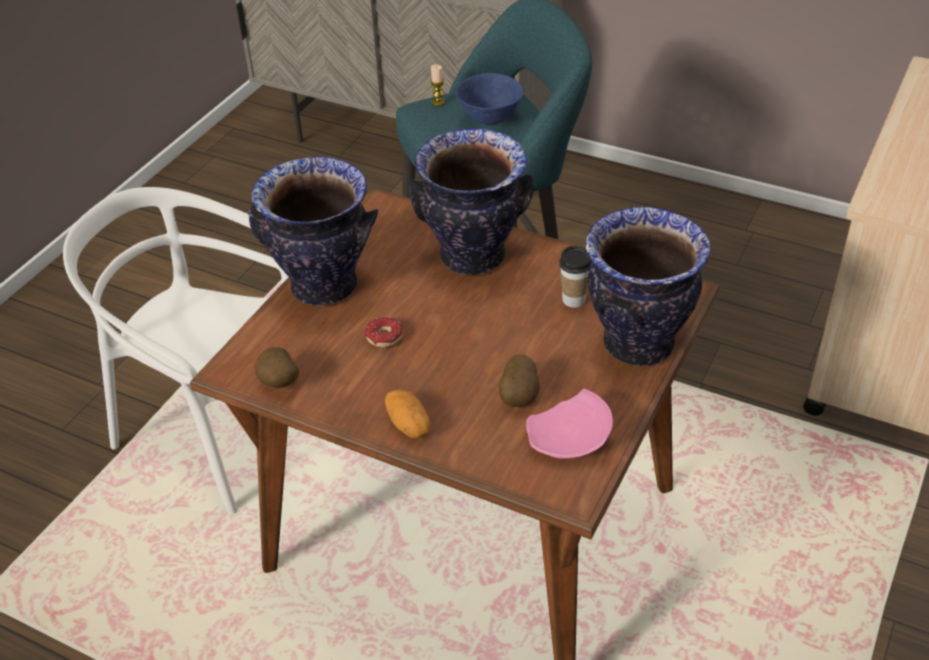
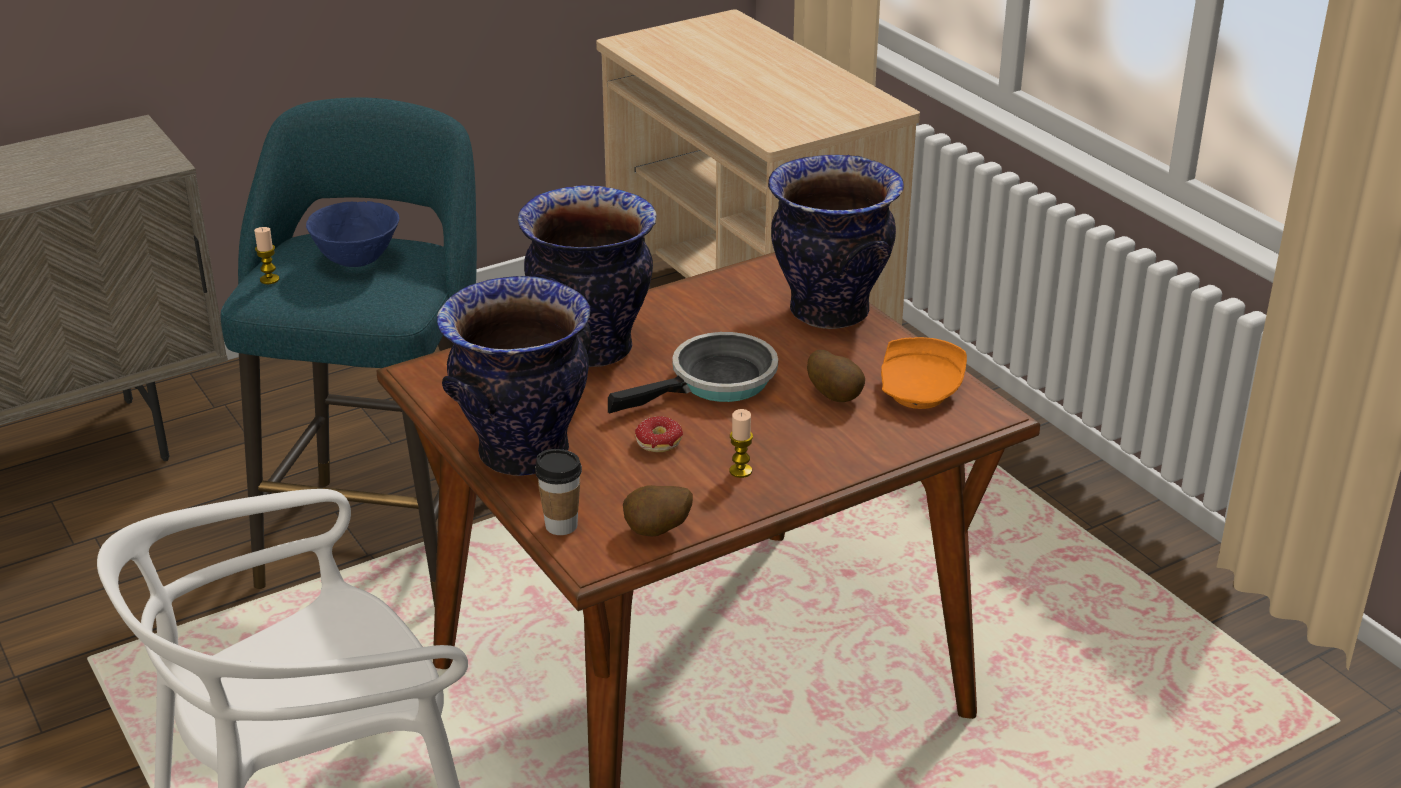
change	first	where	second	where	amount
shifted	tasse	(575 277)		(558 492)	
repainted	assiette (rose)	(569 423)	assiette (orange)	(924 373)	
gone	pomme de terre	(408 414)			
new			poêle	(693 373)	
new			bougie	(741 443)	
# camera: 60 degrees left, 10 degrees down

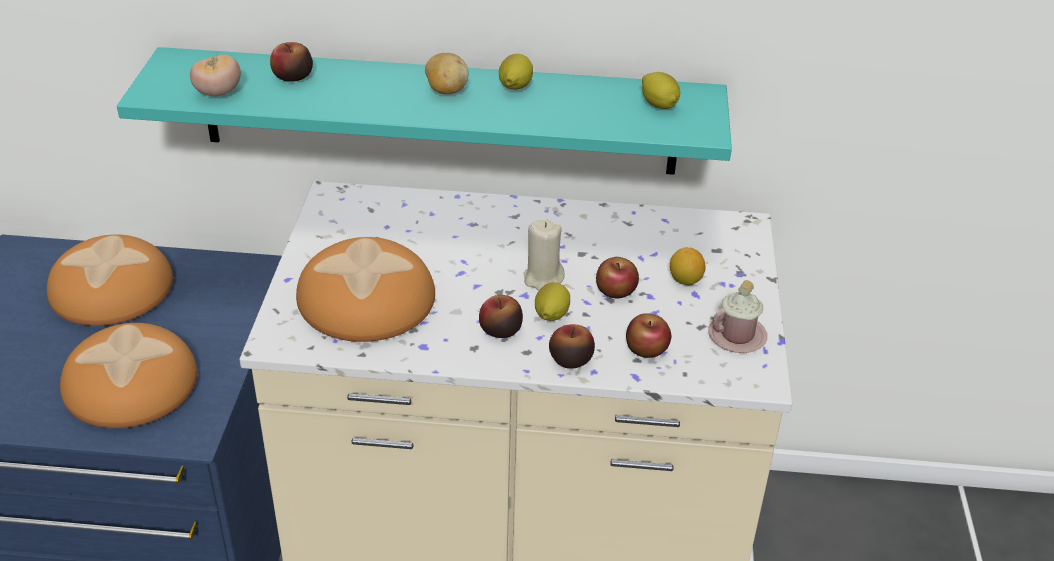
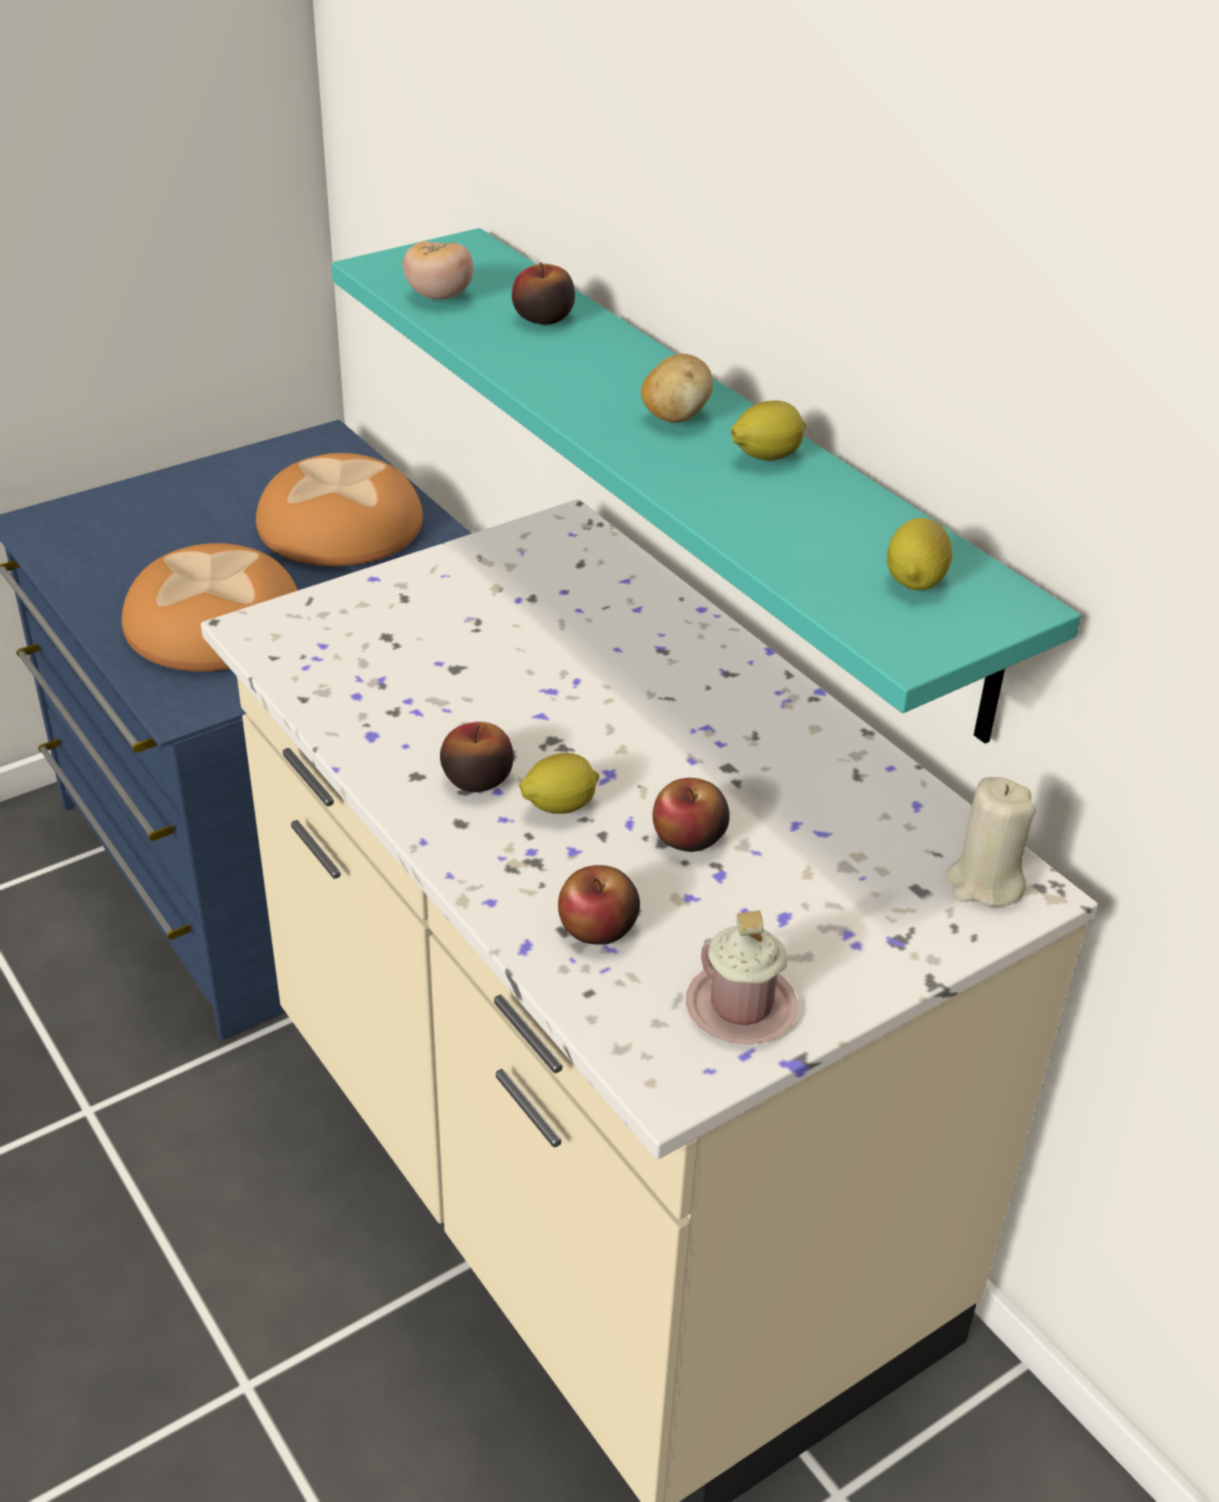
change	first	where	second	where	amount
shifted	bougie (beige)	(544 255)		(991 842)	
gone	pain	(365 289)			
gone	citron	(688 266)			
gone	pomme	(572 346)			
# camera: 50 degrees right, 0 degrees up

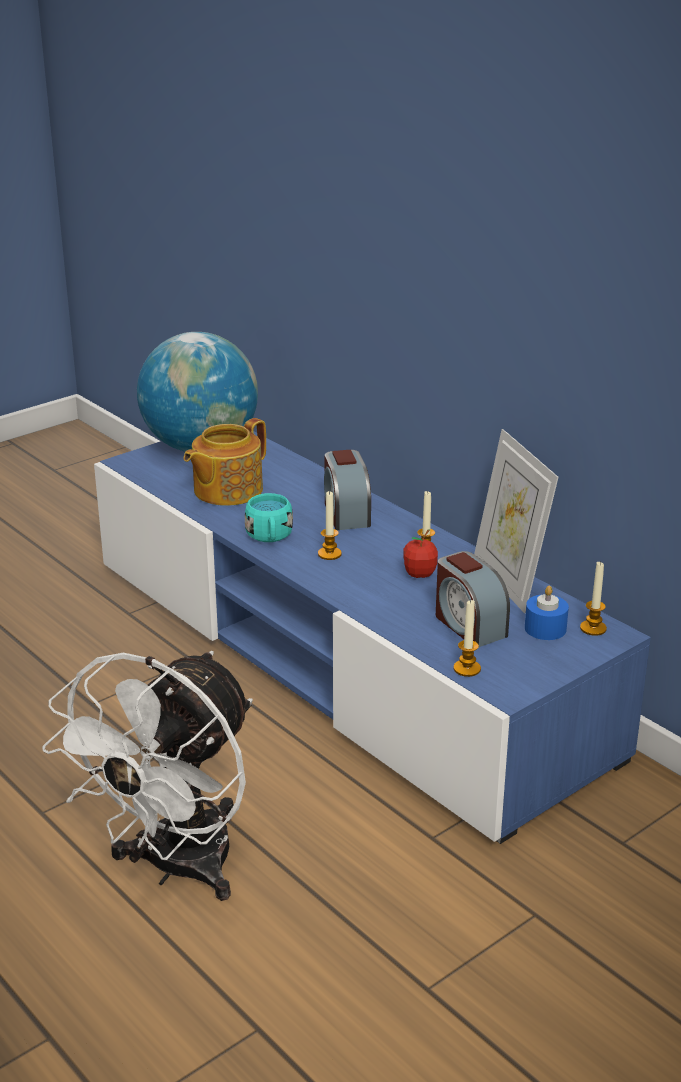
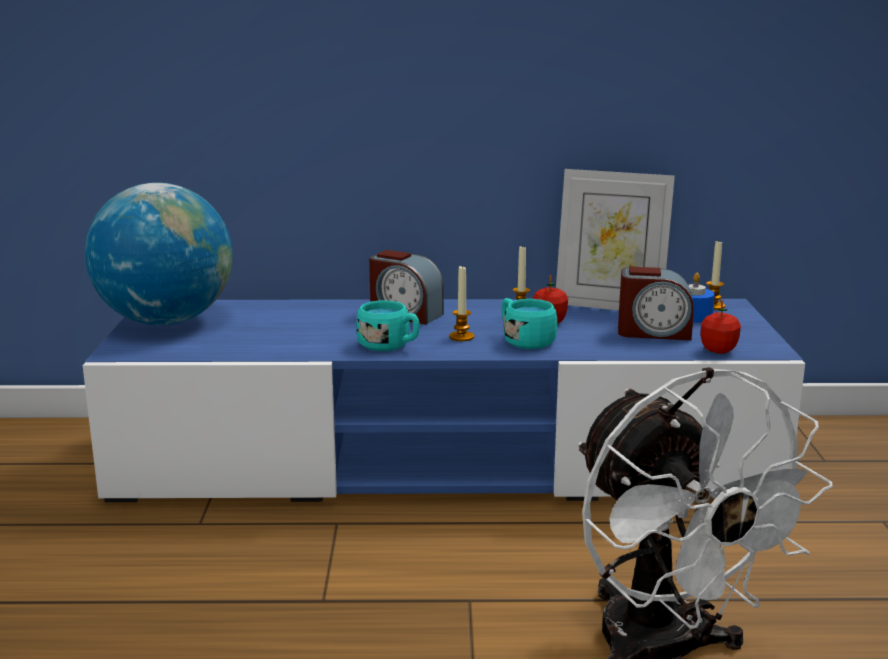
change	first	where	second	where	amount
gone	théière	(225 462)			
swapped	bougie	(467 638)	pomme	(721 327)	
new			mug (turquoise)	(529 323)	
# camera: 50 degrees left, 10 degrees down

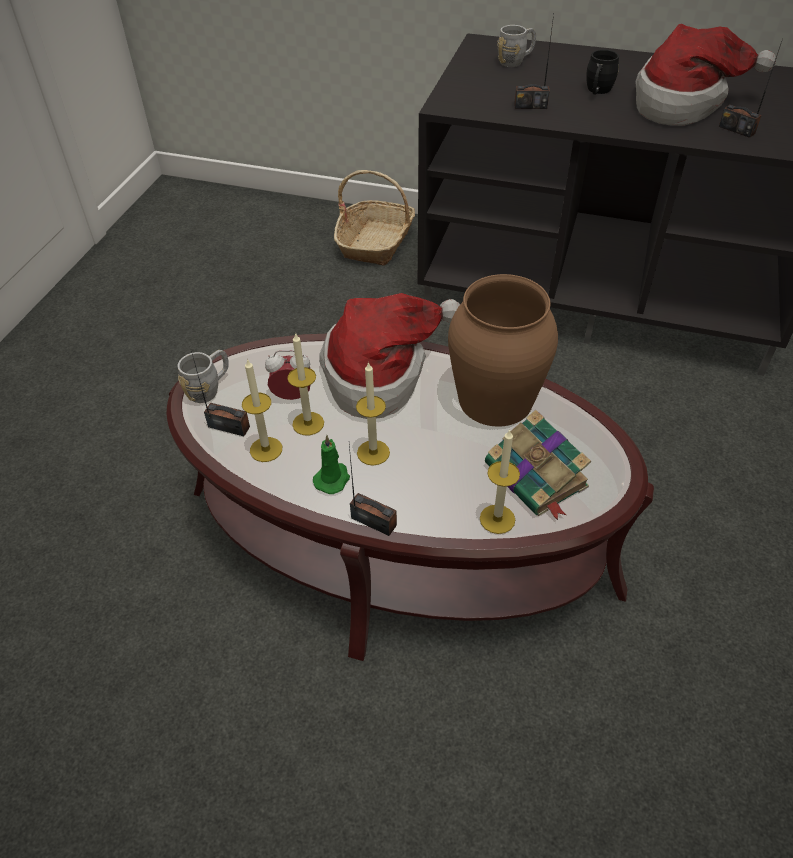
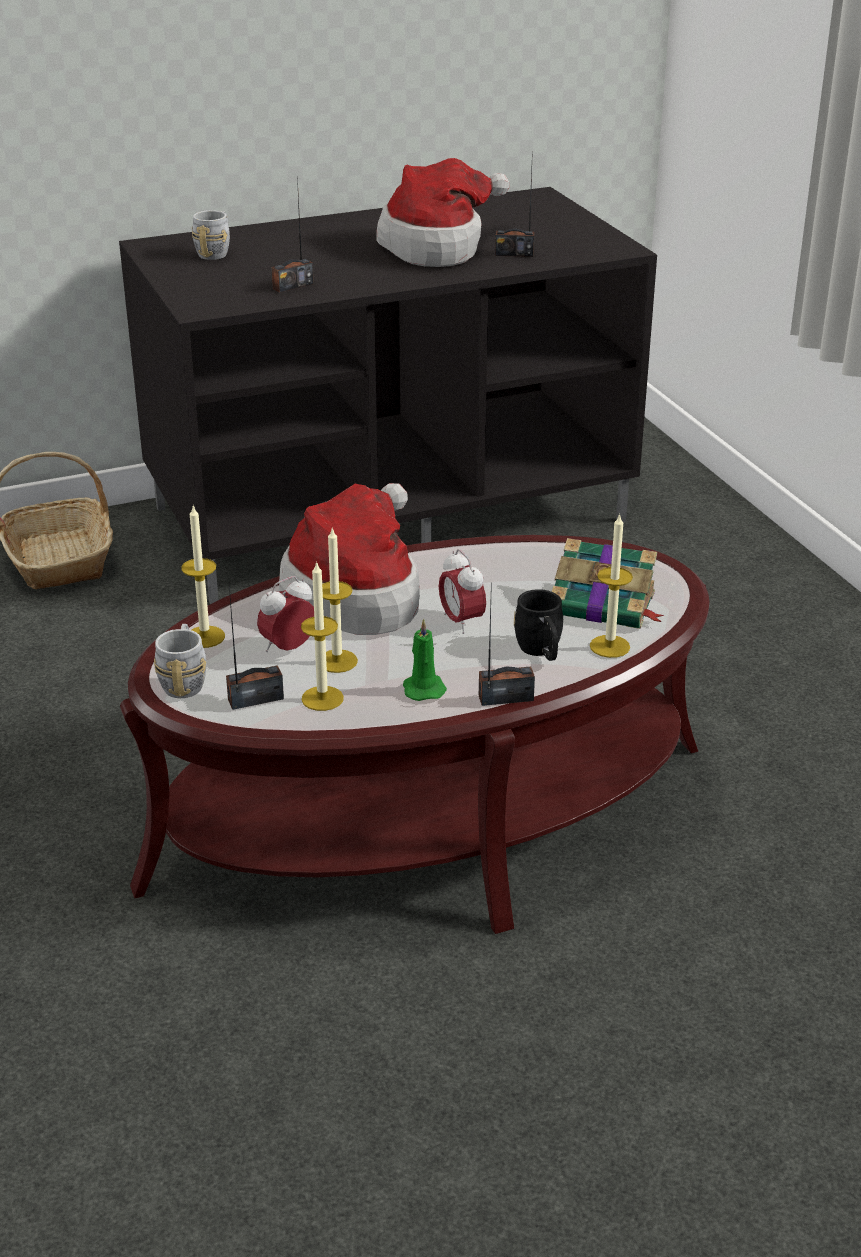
change	first	where	second	where	amount
shifted	mug (noir)	(602 72)		(538 625)	
gone	vase (marron)	(503 350)			
shifted	bougie	(373 413)		(203 576)	
new			réveil	(462 591)	
# camera: 40 degrees left, 15 degrees down

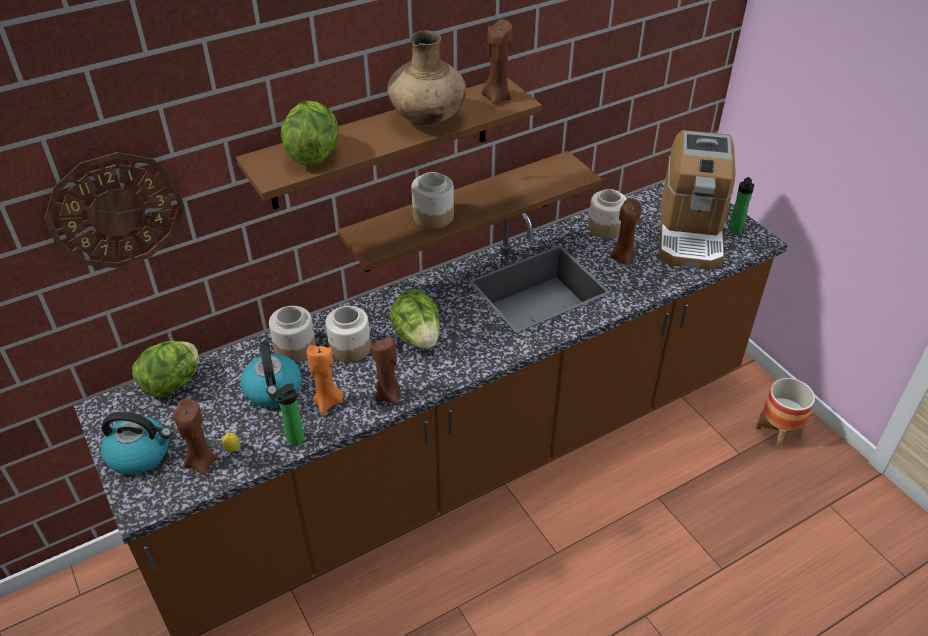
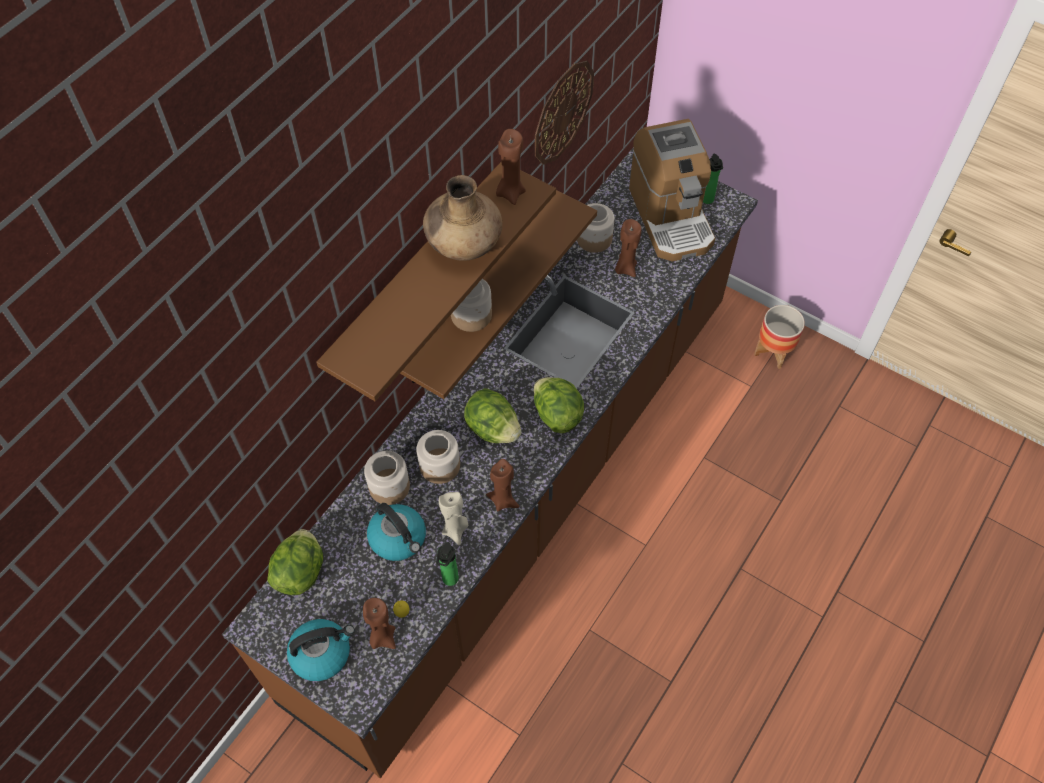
change	first	where	second	where	amount
shifted	laitue	(310 133)		(559 405)	
shifted	horloge murale	(115 210)		(564 113)	
repainted	bougie (orange)	(325 380)	bougie (beige)	(454 518)	
# camera: 25 degrees left, 15 degrees up

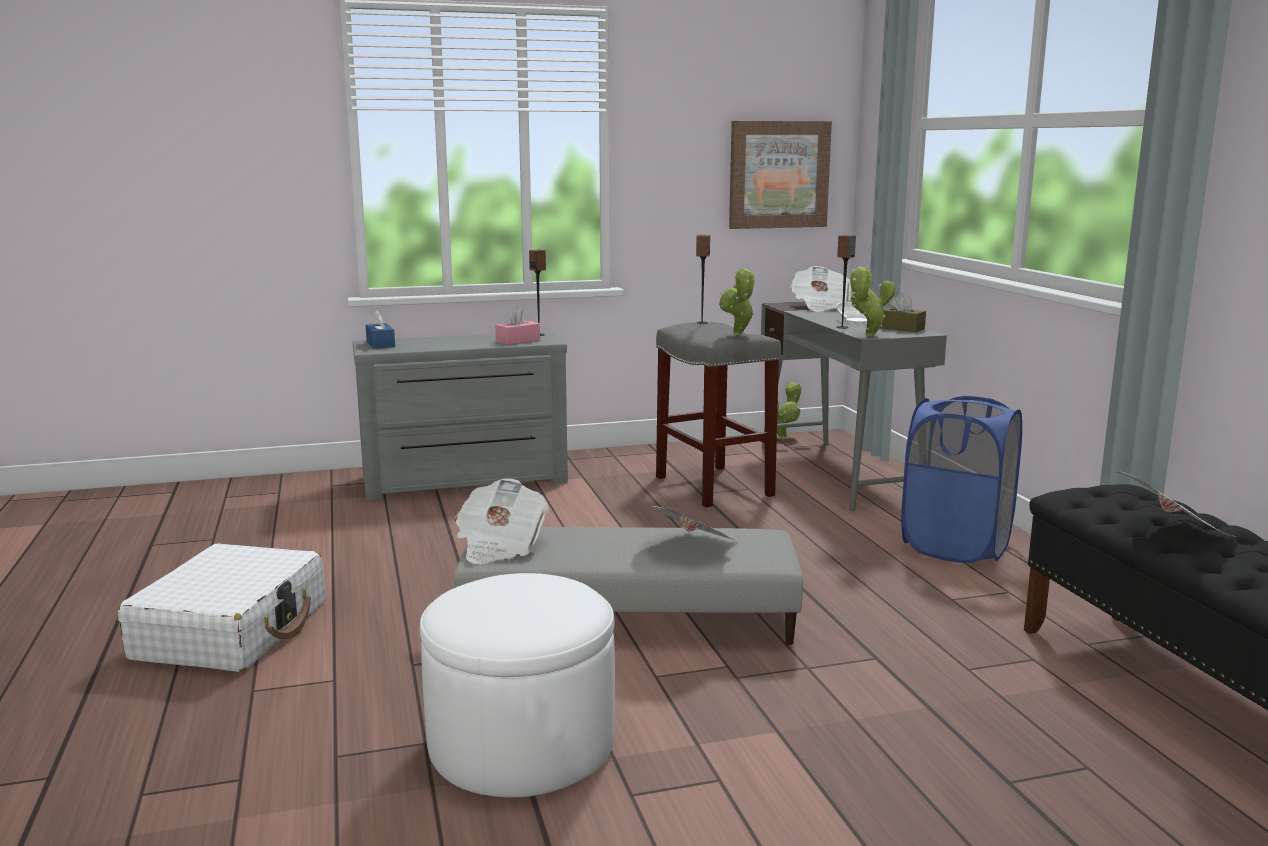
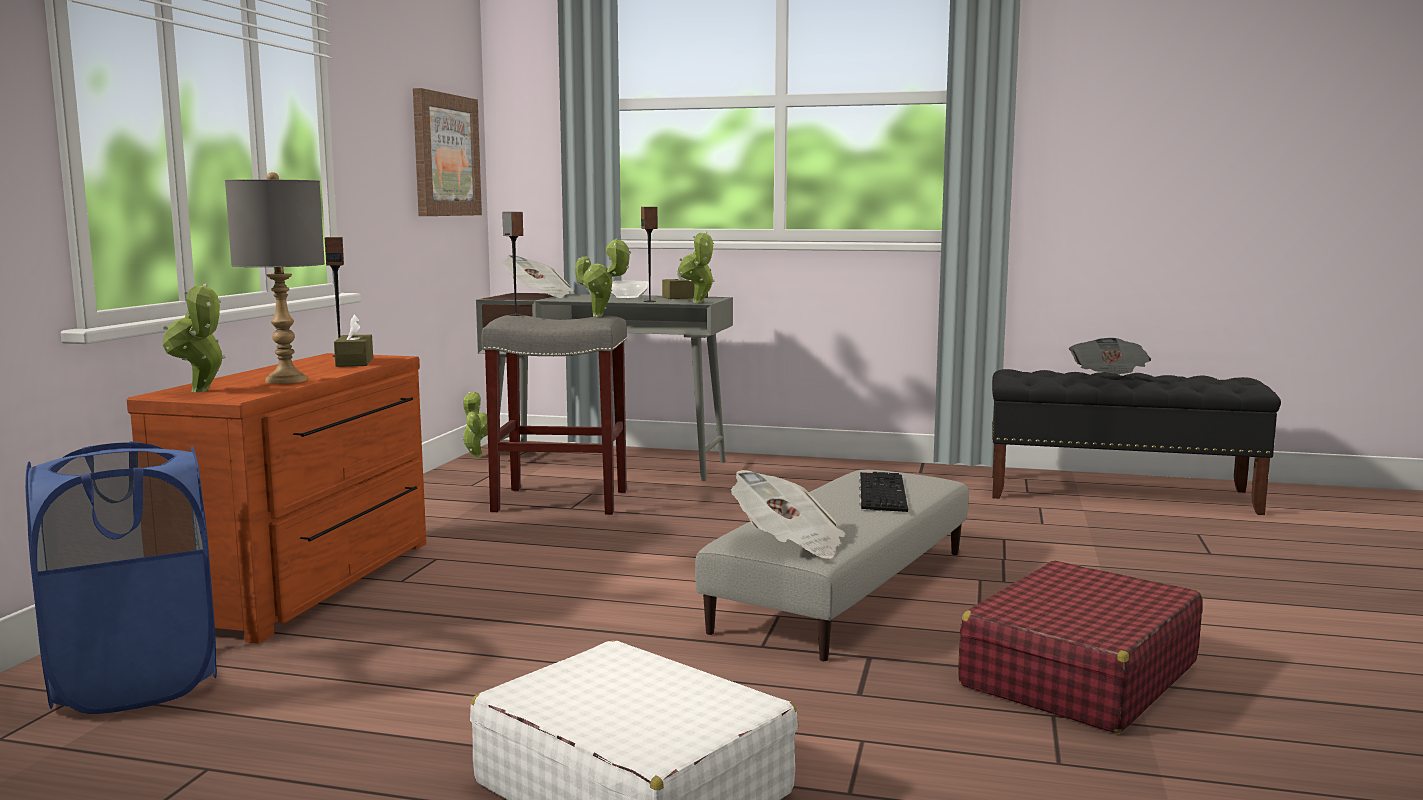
change	first	where	second	where	amount
repainted	boîte à mouchoirs (rose)	(517 326)	boîte à mouchoirs (marron)	(353 340)	
swapped	boîte à mouchoirs (bleu)	(380 329)	plante en pot	(194 338)	
repainted	commode (gris)	(460 415)	commode (marron)	(276 498)	
shifted	panier à linge (bleu)	(961 479)		(121 578)	
swapped	journal	(692 522)	clavier	(883 492)	
swapped	pouf (blanc)	(517 685)	valise (rouge)	(1080 647)	
new			lampe de table (gris)	(275 278)	
# camera: 60 degrees left, 5 degrees down

